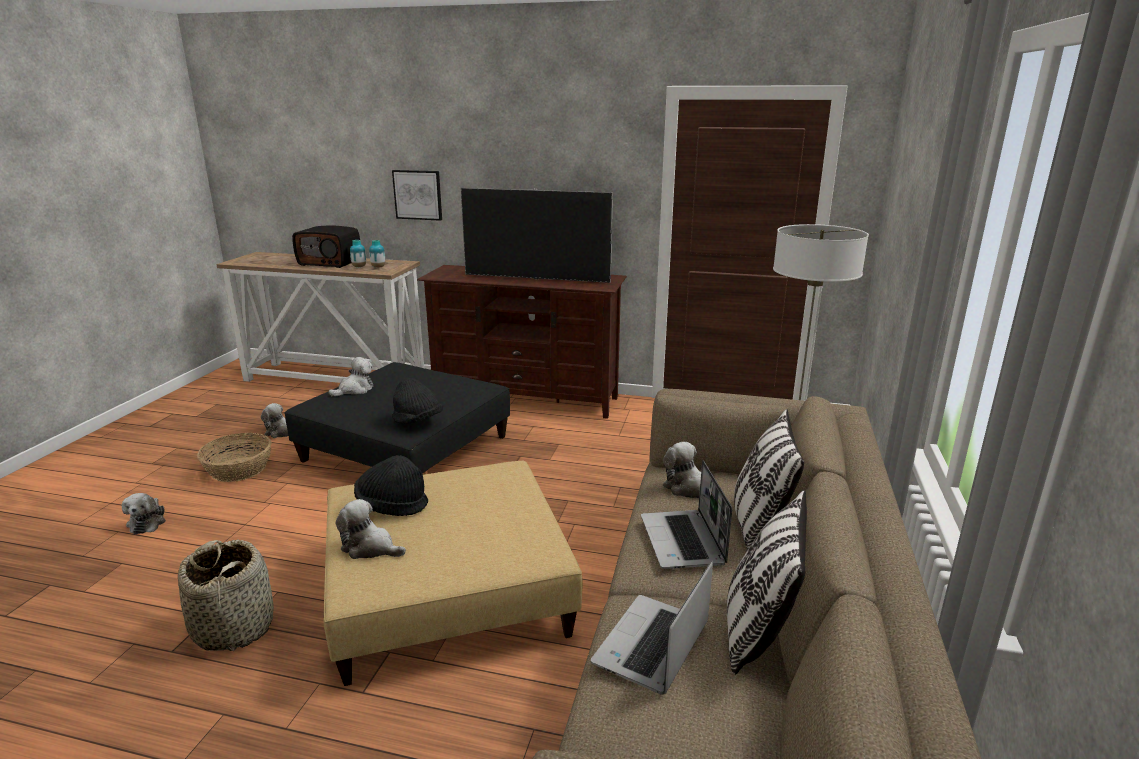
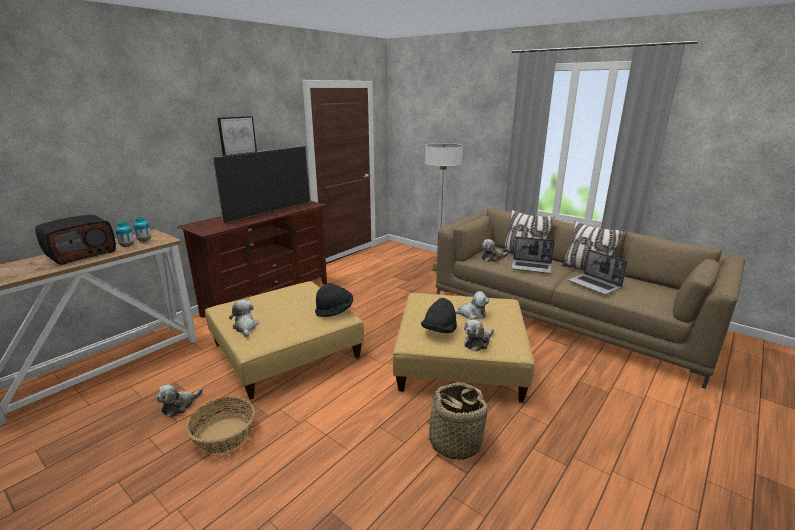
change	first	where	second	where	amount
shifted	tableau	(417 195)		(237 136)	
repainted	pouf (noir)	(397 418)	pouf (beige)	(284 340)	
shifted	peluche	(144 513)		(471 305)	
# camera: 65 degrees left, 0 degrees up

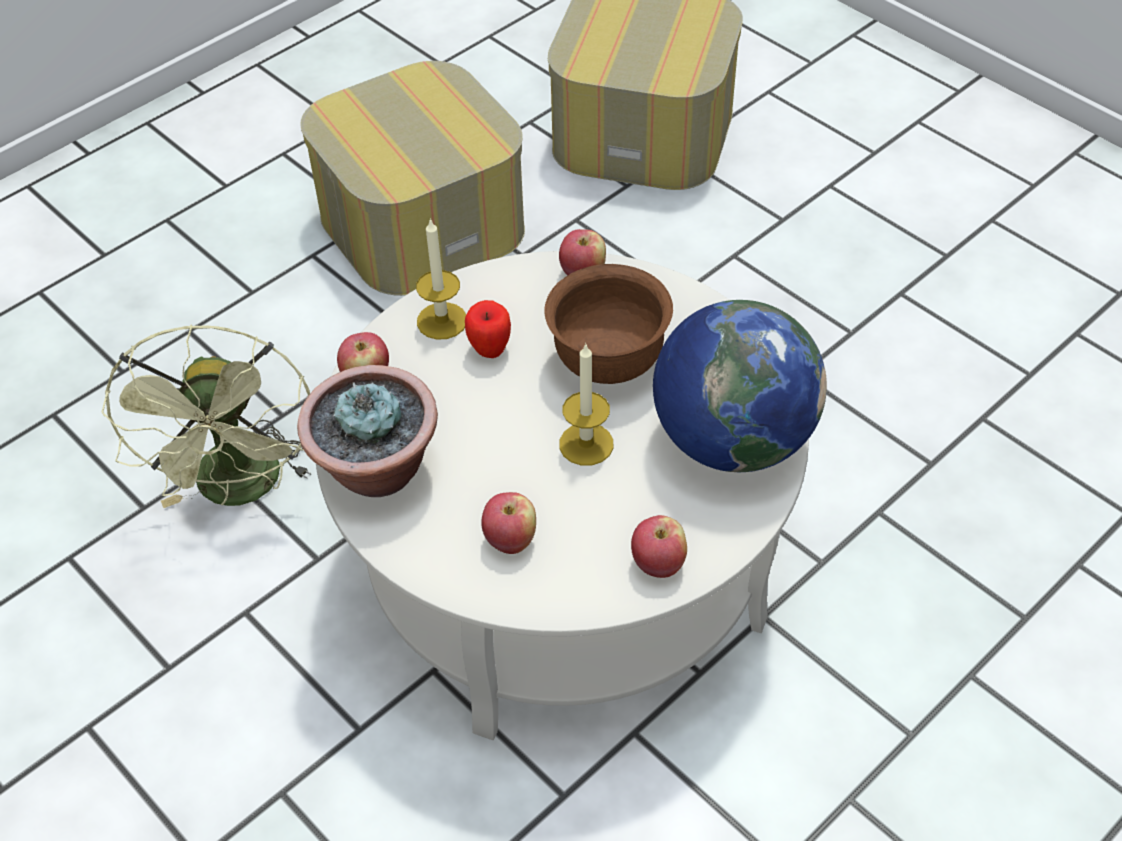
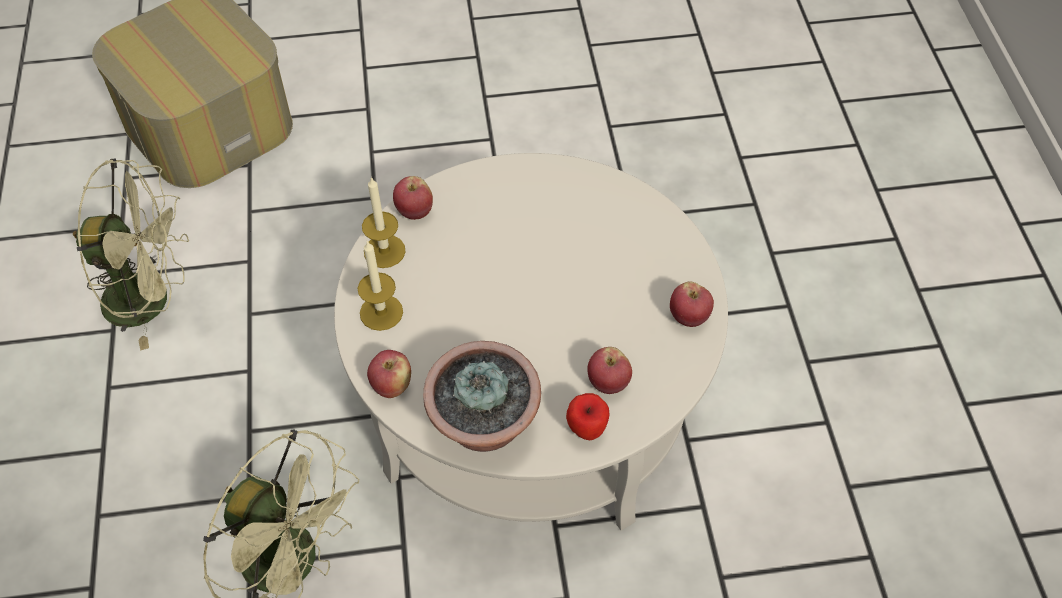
change	first	where	second	where	amount
swapped	pouf	(412 178)	ventilateur (vert)	(131 254)	
gone	bol (marron)	(608 324)			
shifted	pomme	(488 329)		(588 416)	
gone	globe	(740 386)			
shifted	bougie	(586 404)		(383 222)	
# camera: 55 degrees left, 5 degrees up

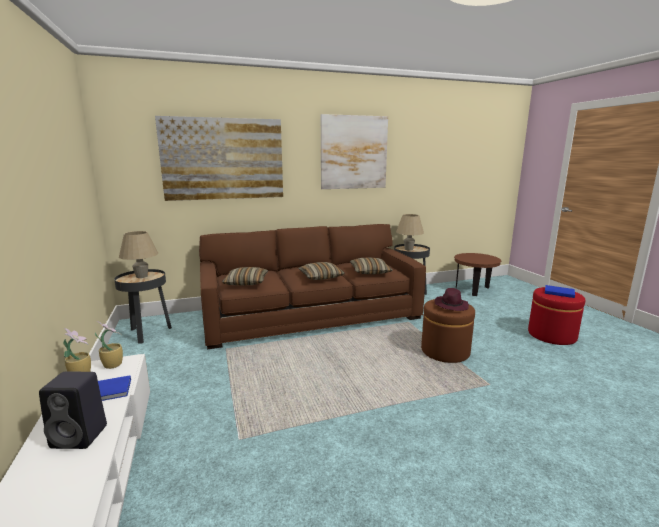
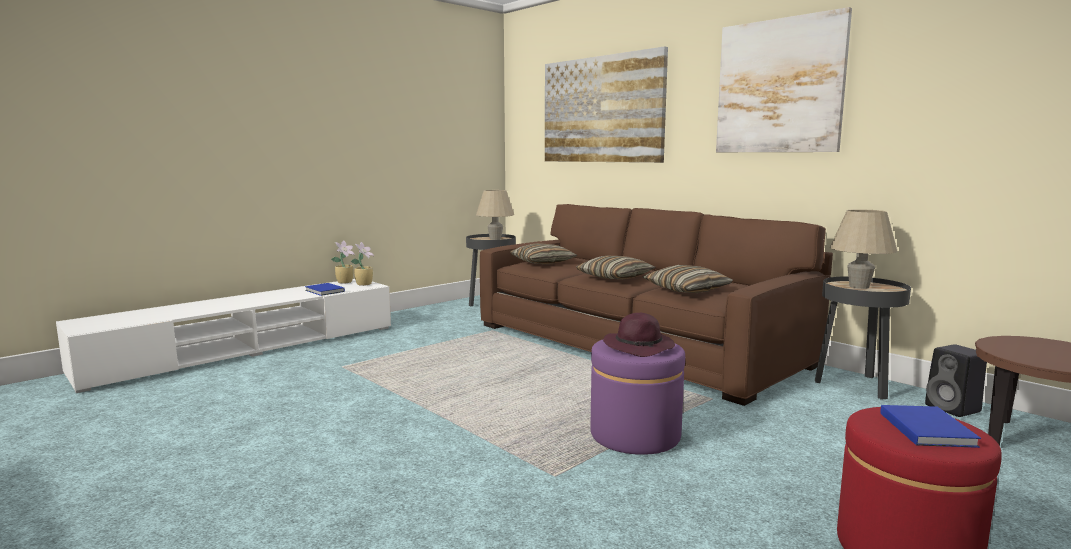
change	first	where	second	where	amount
repainted	pouf (marron)	(448 331)	pouf (violet)	(637 397)	
shifted	enceinte (noir)	(73 410)		(956 380)	
# camera: 65 degrees right, 5 degrees down

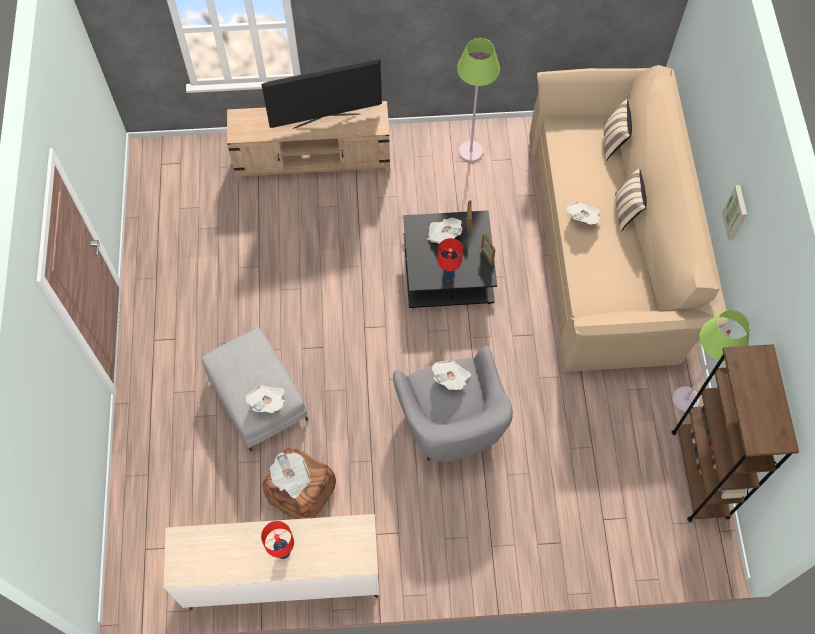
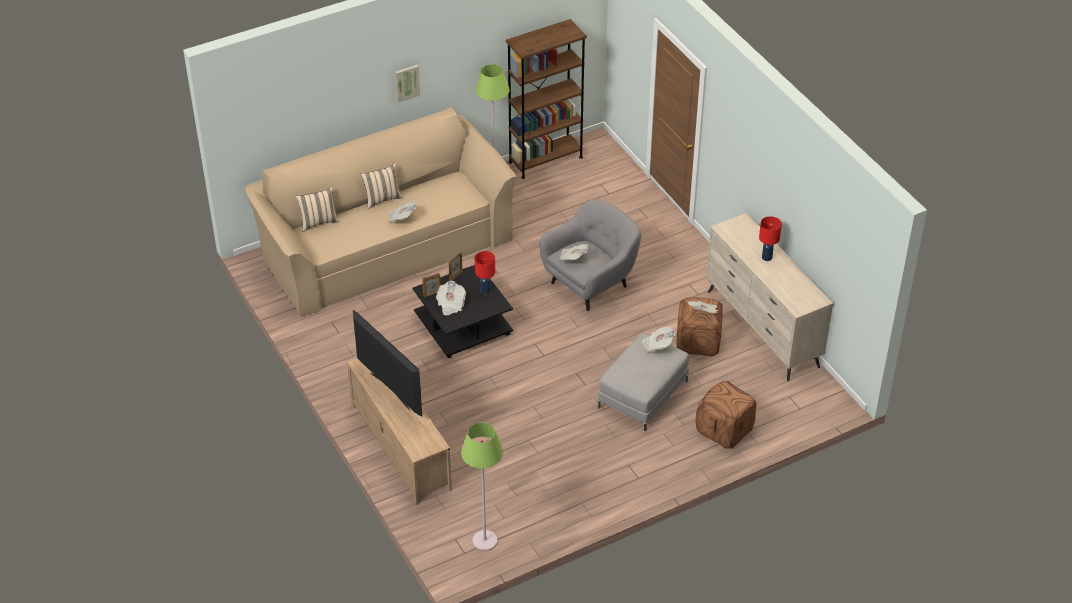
change	first	where	second	where	amount
shifted	lampadaire (vert)	(478 100)		(482 486)	
new			pouf (marron)	(726 414)	
# camera: 115 degrees left, 20 degrees down

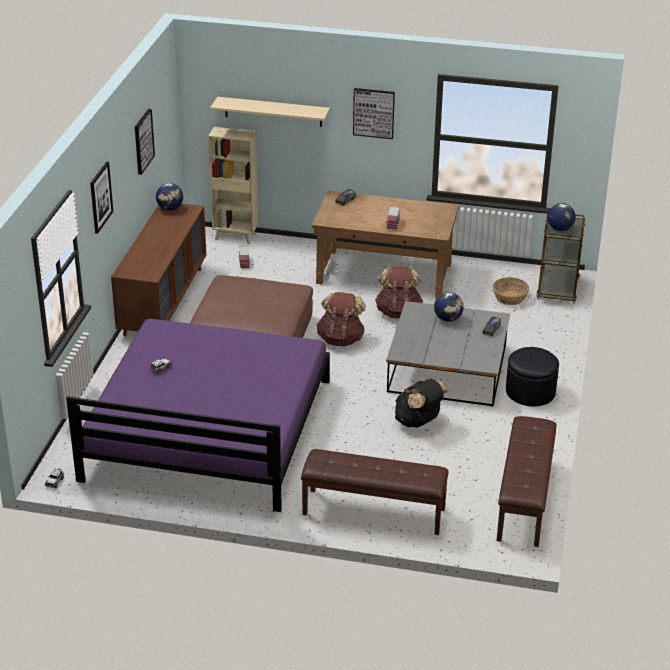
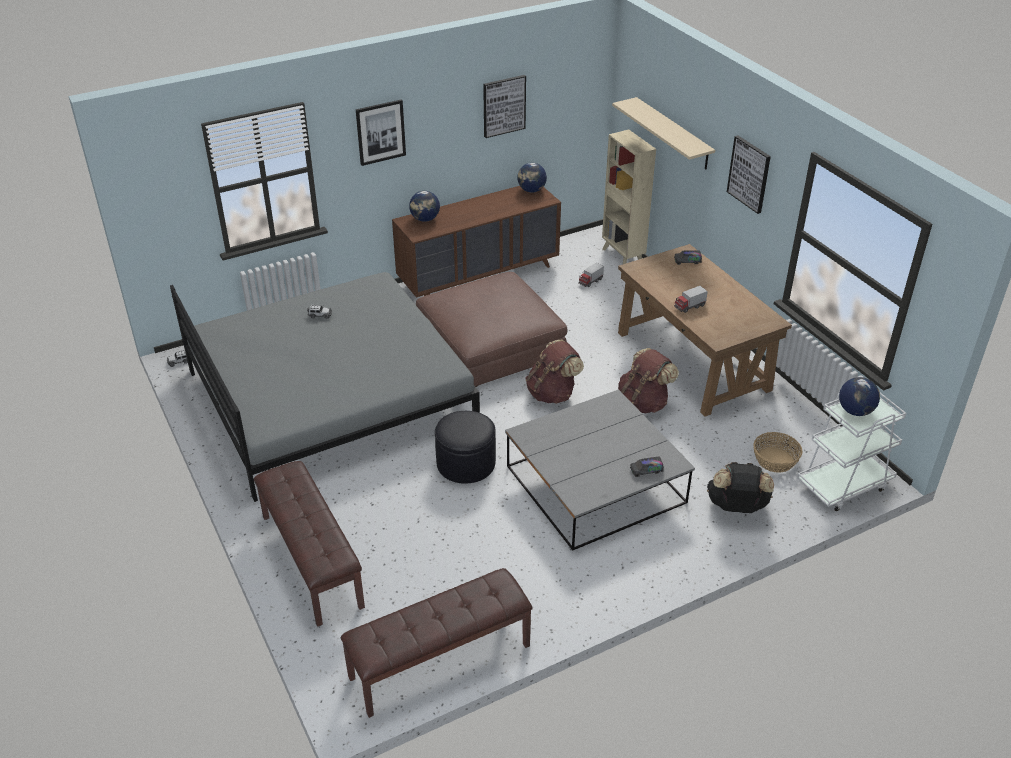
change	first	where	second	where	amount
repainted	chariot (marron)	(560 258)	chariot (blanc)	(851 451)	
shifted	globe	(449 307)		(424 206)	
repainted	lit (violet)	(198 415)	lit (gris)	(325 387)	
shifted	pouf (noir)	(532 376)		(465 447)	
shifted	sac à dos (noir)	(422 403)		(740 487)	
# camera: 50 degrees right, 5 degrees up

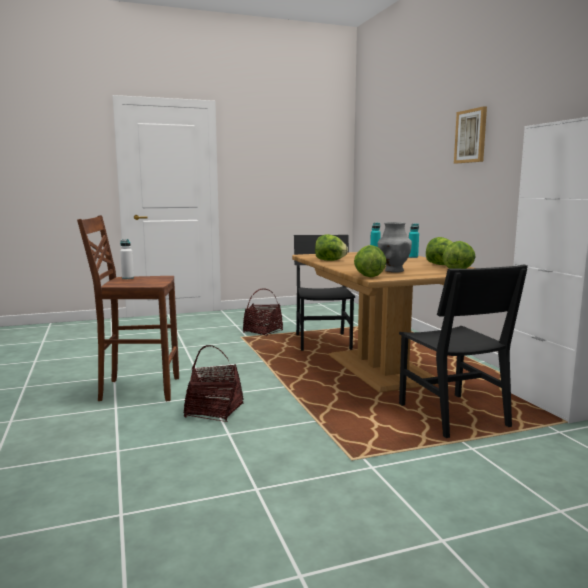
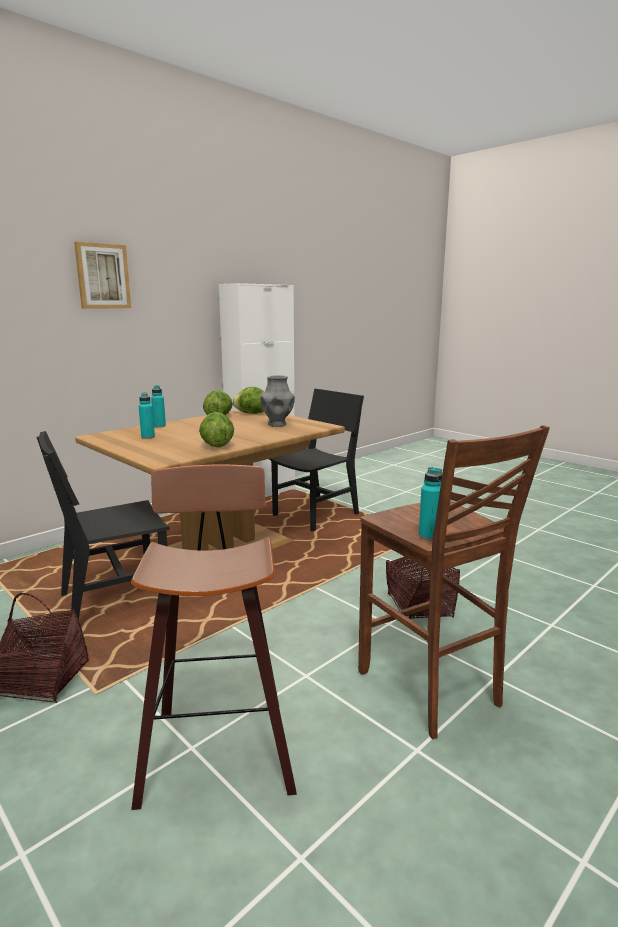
change	first	where	second	where	amount
repainted	bouteille (blanc)	(127 259)	bouteille (turquoise)	(430 503)	
gone	laitue	(370 261)			
new			tabouret	(214 637)	
# camera: 115 degrees left, 5 degrees up

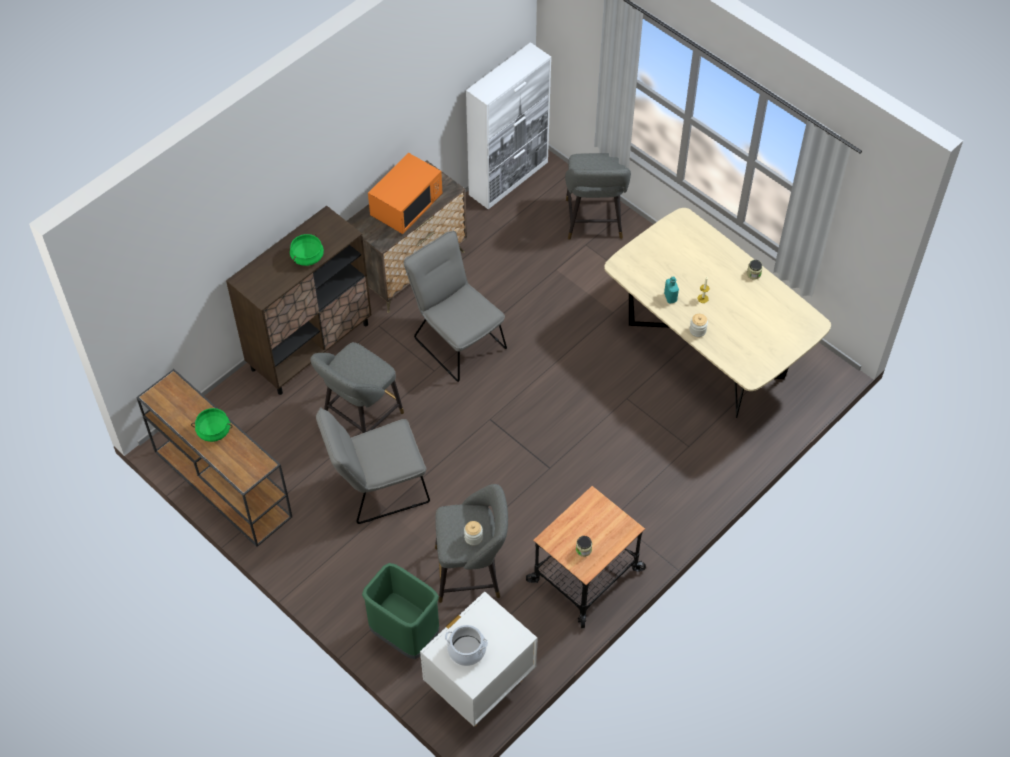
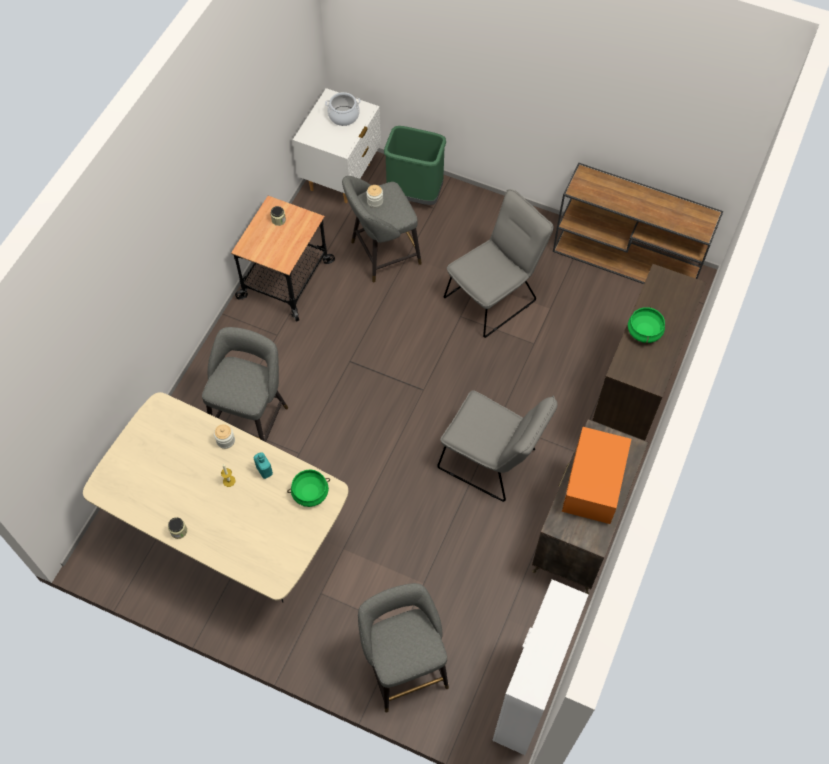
change	first	where	second	where	amount
shifted	tabouret (gris)	(357 387)		(245 384)	
shifted	marmite (vert)	(212 425)		(308 488)	
# camera: 160 degrees right, 5 degrees up

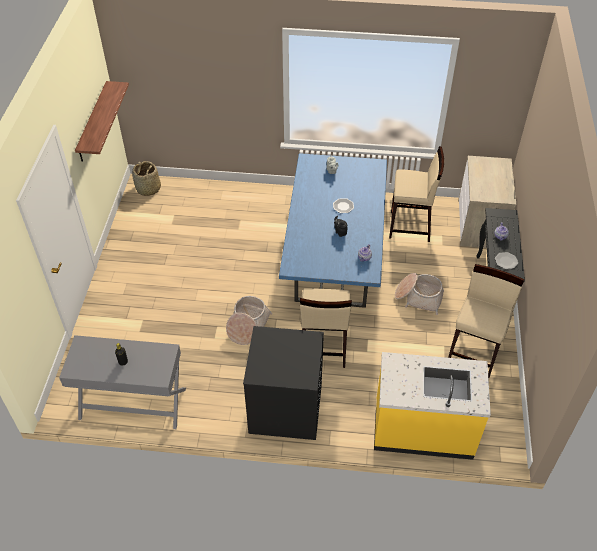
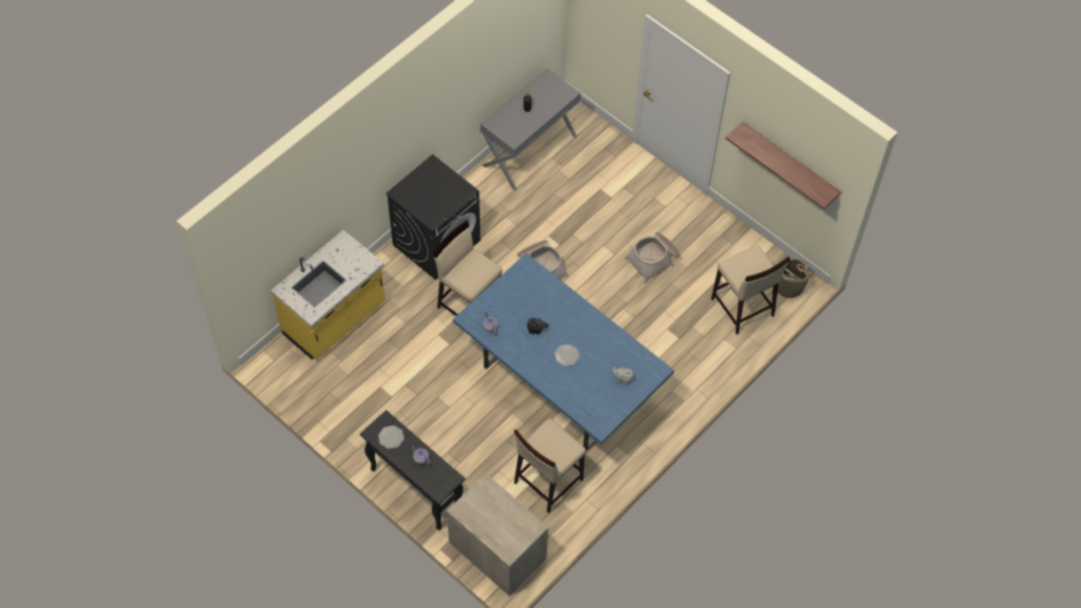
change	first	where	second	where	amount
shifted	tabouret (beige)	(486 321)		(750 290)	
shifted	panier	(419 294)		(653 257)	
# camera: 125 degrees right, 10 degrees up

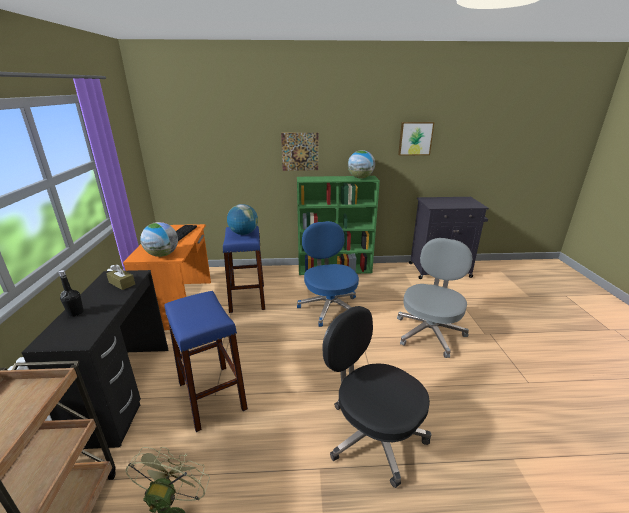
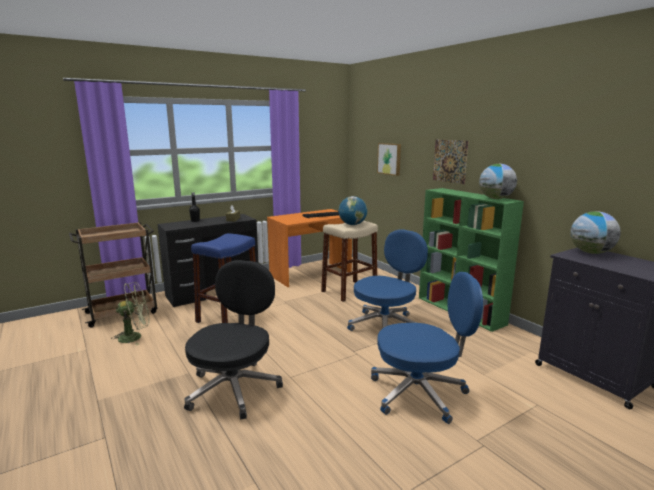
change	first	where	second	where	amount
shifted	tableau	(416 139)		(389 159)	
shifted	globe	(159 239)		(596 232)	
repainted	tabouret (bleu)	(244 269)	tabouret (beige)	(349 261)	
repainted	chaise de bureau (gris)	(434 298)	chaise de bureau (bleu)	(427 348)	
# camera: 60 degrees right, 10 degrees down

